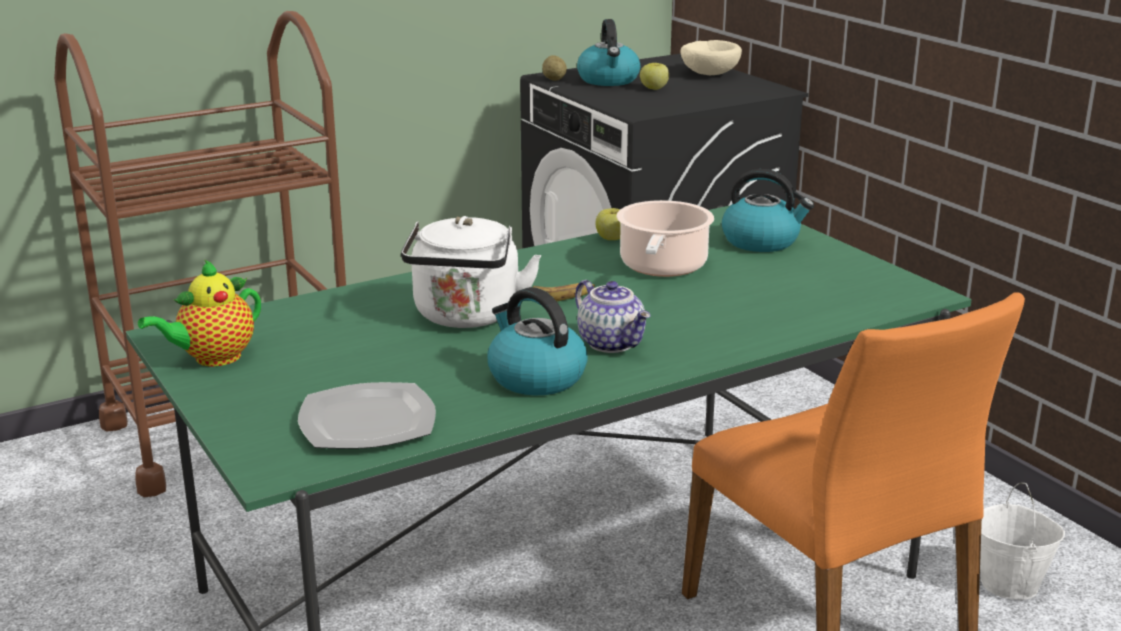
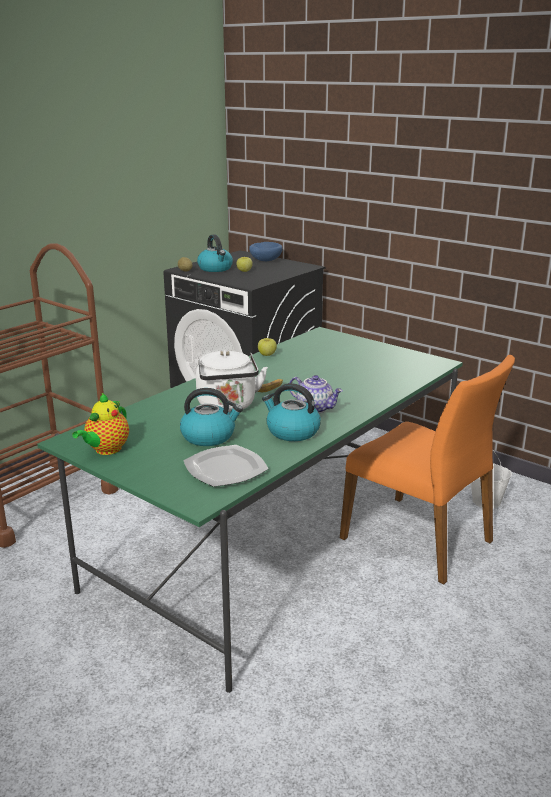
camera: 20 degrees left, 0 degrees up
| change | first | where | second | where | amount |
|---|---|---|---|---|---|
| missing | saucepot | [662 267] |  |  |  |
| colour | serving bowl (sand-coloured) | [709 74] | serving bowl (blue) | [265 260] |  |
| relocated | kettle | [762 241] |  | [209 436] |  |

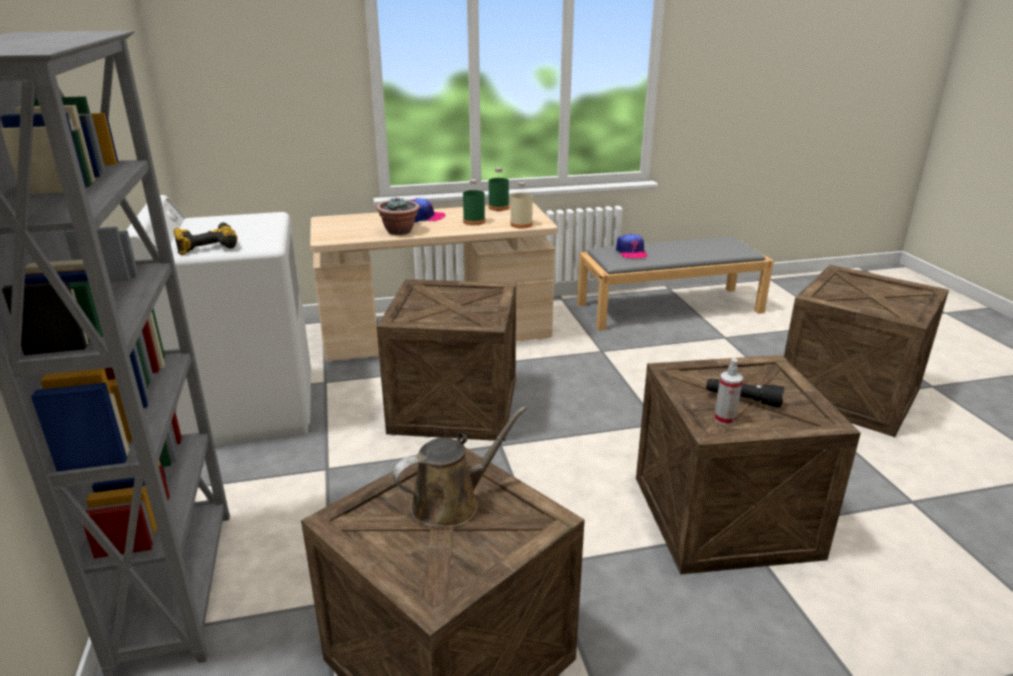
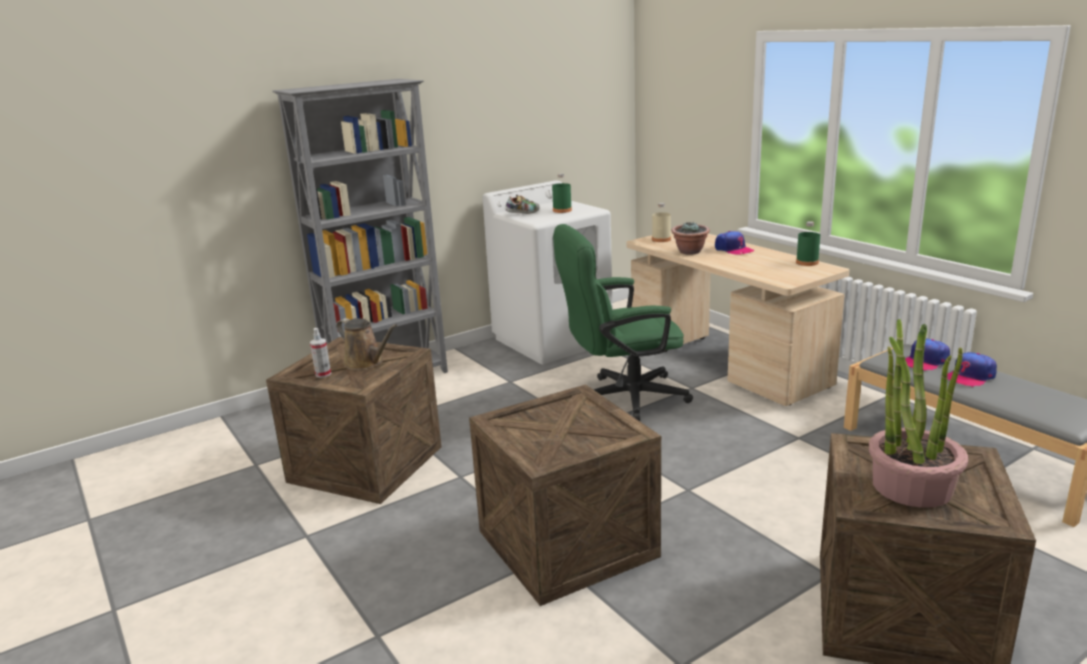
camera: 70 degrees right, 5 degrees down
| change | first | where | second | where | amount |
|---|---|---|---|---|---|
| exchanged | power drill | [207 246] | item of footwear | [522 213] |  |
| exchanged | packing crate | [452 407] | office chair (green) | [622 398] |  |
| relocated | drink bottle (green) | [474 222] |  | [562 210] |  |
| relocated | drink bottle (sand-coloured) | [521 225] |  | [661 239] |  |
| missing | hand torch (blackish) | [742 399] |  |  |  |
| relocated | spray bottle | [724 419] |  | [323 374] |  |
| appeared |  |  | potted plant | [911 486] |  |
| appeared |  |  | baseball cap | [970 376] |  |

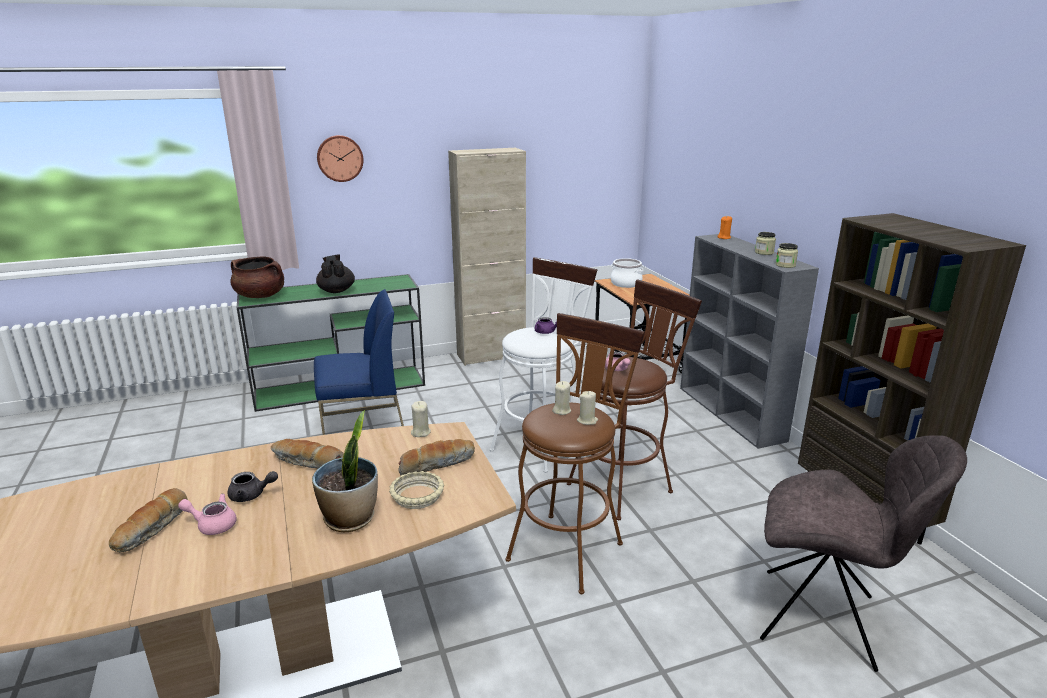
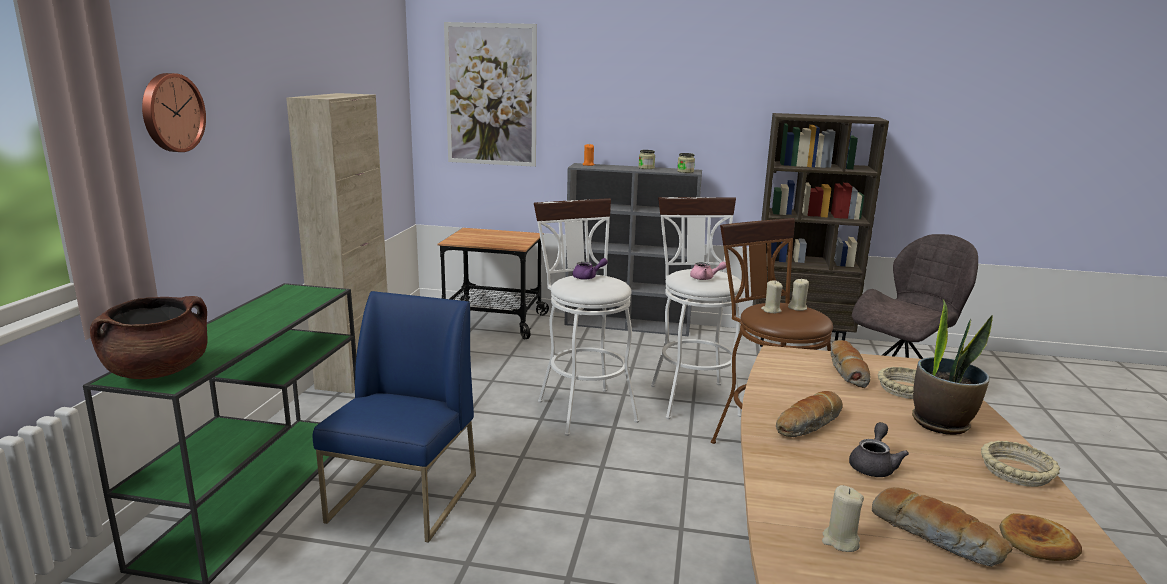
camera: 60 degrees left, 5 degrees down
| change | first | where | second | where | amount |
|---|---|---|---|---|---|
| missing | teapot (pink) | [213 524] |  |  |  |
| missing | teapot (blackish) | [336 291] |  |  |  |
| relocated | wax candle (sand-coloured) | [420 432] |  | [840 541] |  |
| colour | stool (brown) | [625 484] | stool (white-coloured) | [692 396] |  |
| missing | saucepot | [625 284] |  |  |  |
| appeared |  |  | wall picture | [491 95] |  |
| appeared |  |  | serving bowl (sand-coloured) | [1016 471] |  |
| appeared |  |  | baked bread | [1037 542] |  |

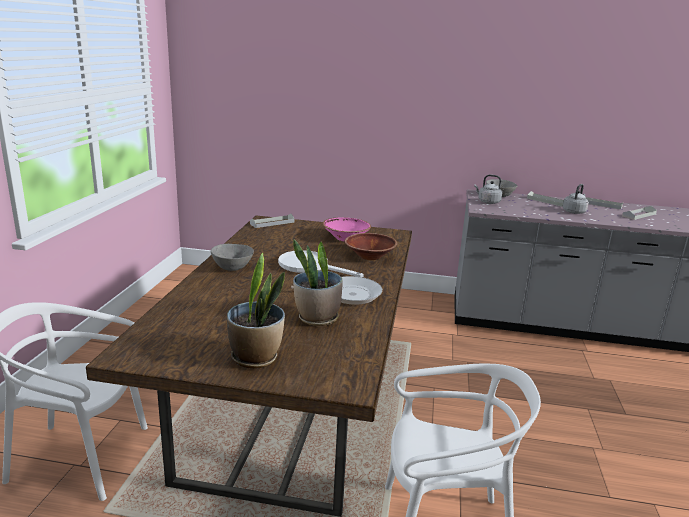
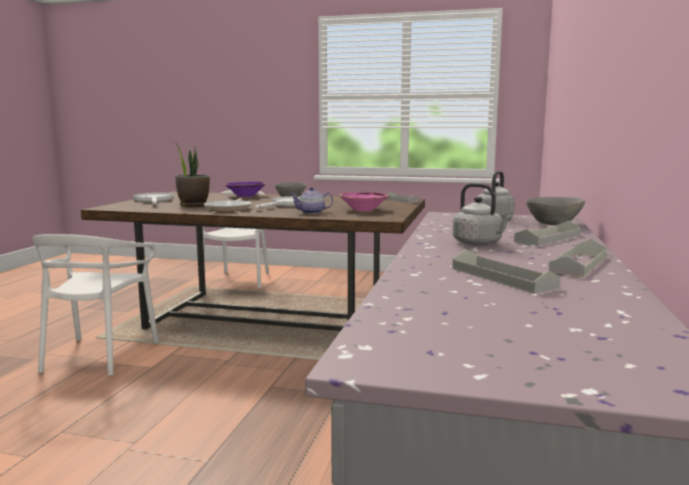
camera: 95 degrees right, 10 degrees down
| change | first | where | second | where | amount |
|---|---|---|---|---|---|
| exchanged | potted plant | [256 358] | frying pan (white-coloured) | [154 200] |  |
| exchanged | serving bowl (brown) | [370 256] | teapot | [312 212] |  |
| appeared |  |  | serving bowl (purple) | [245 196] |  |

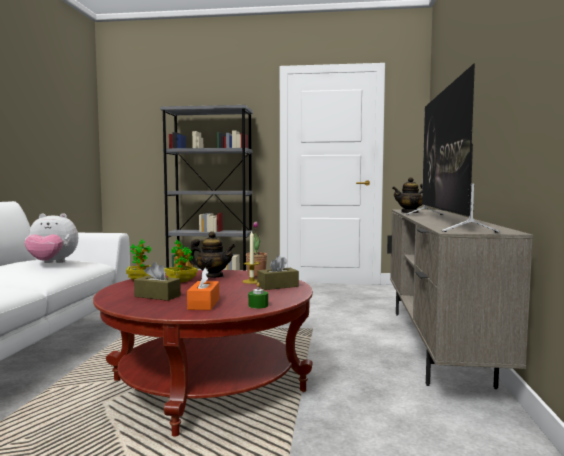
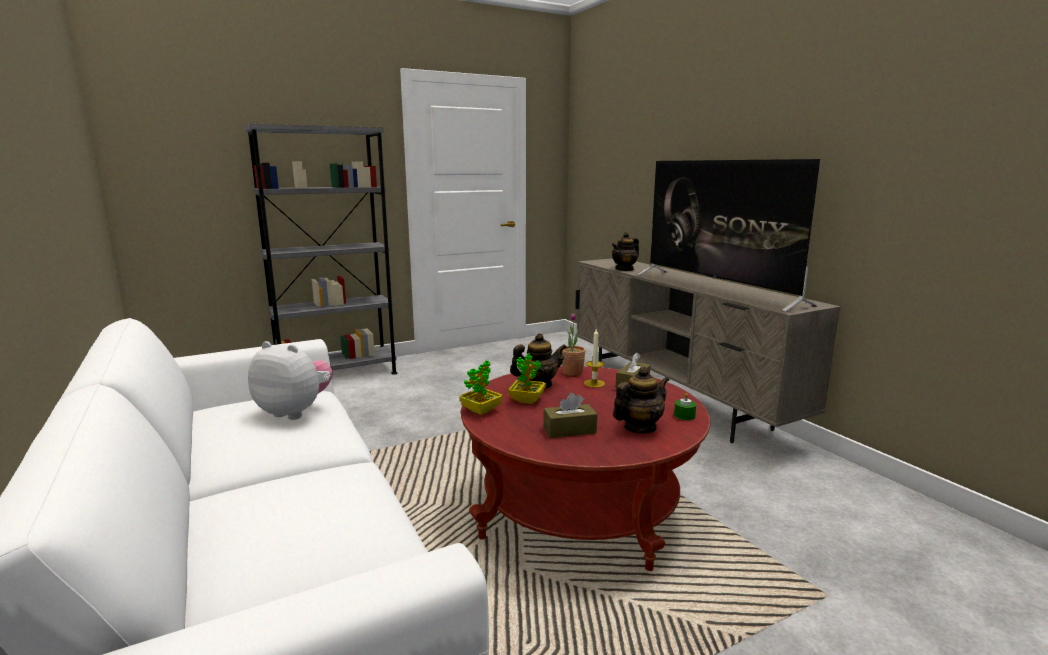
camera: 35 degrees left, 10 degrees up
| change | first | where | second | where | amount |
|---|---|---|---|---|---|
| spun | cuddly toy | [52 263] |  | [295 412] | 120 degrees counterclockwise |
| exchanged | tissue box (orange) | [204 304] | teapot | [639 428] |  |

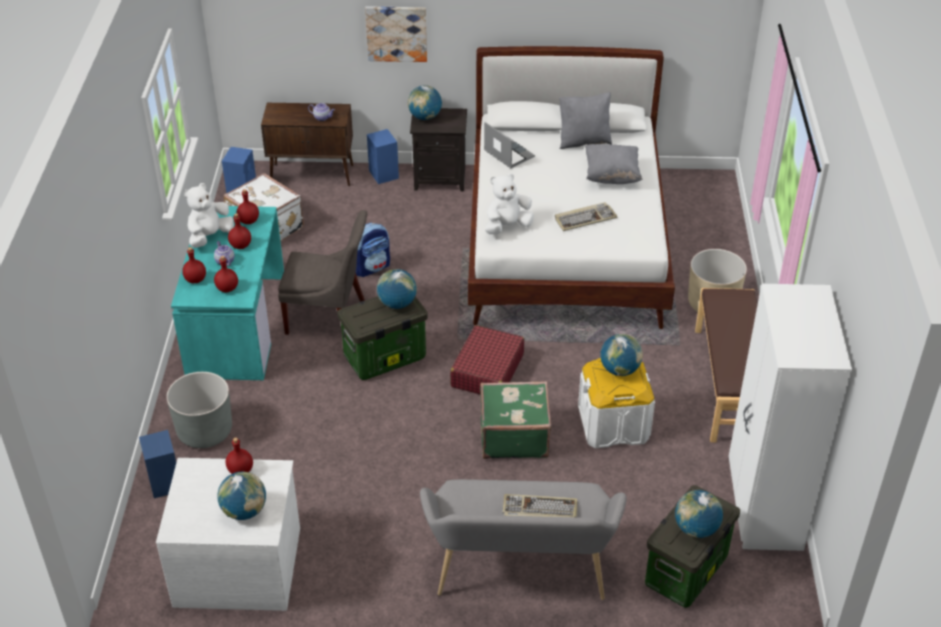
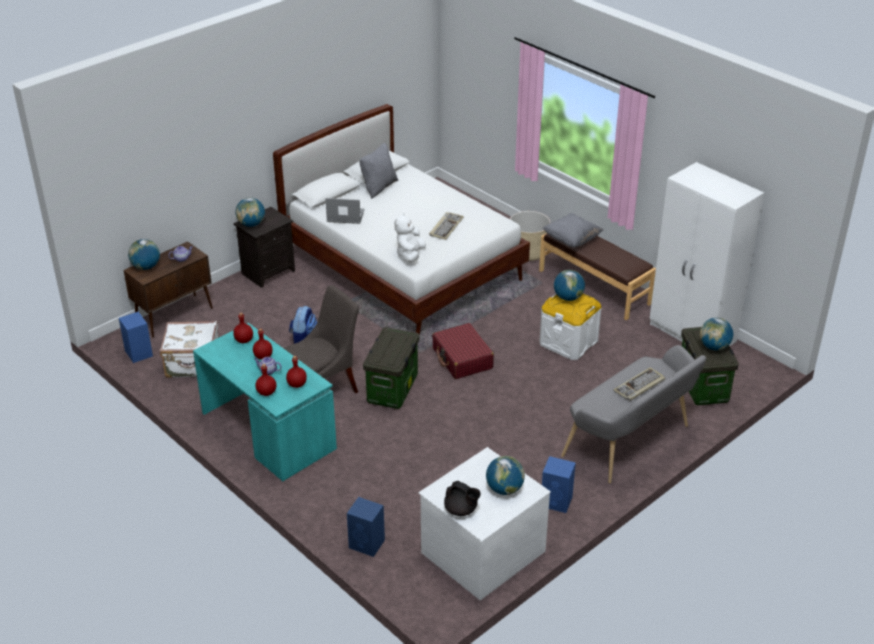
camera: 45 degrees left, 5 degrees down
| change | first | where | second | where | amount |
|---|---|---|---|---|---|
| missing | plant pot (gray) | [205 431] |  |  |  |
| missing | cuddly toy (white-coloured) | [210 236] |  |  |  |
| missing | drink bottle (red-coloured) | [240 471] |  |  |  |
| missing | wall picture | [396 33] |  |  |  |
| relocated | loudspeaker (blue) | [384 175] |  | [557 502] |  |
| relocated | desk globe | [397 304] |  | [146 267] |  |
| missing | piece of luggage (green) | [513 436] |  |  |  |
| relocated | pillow (gray) | [611 176] |  | [571 240] |  |
| appeared |  |  | teapot (blackish) | [461 510] |  |

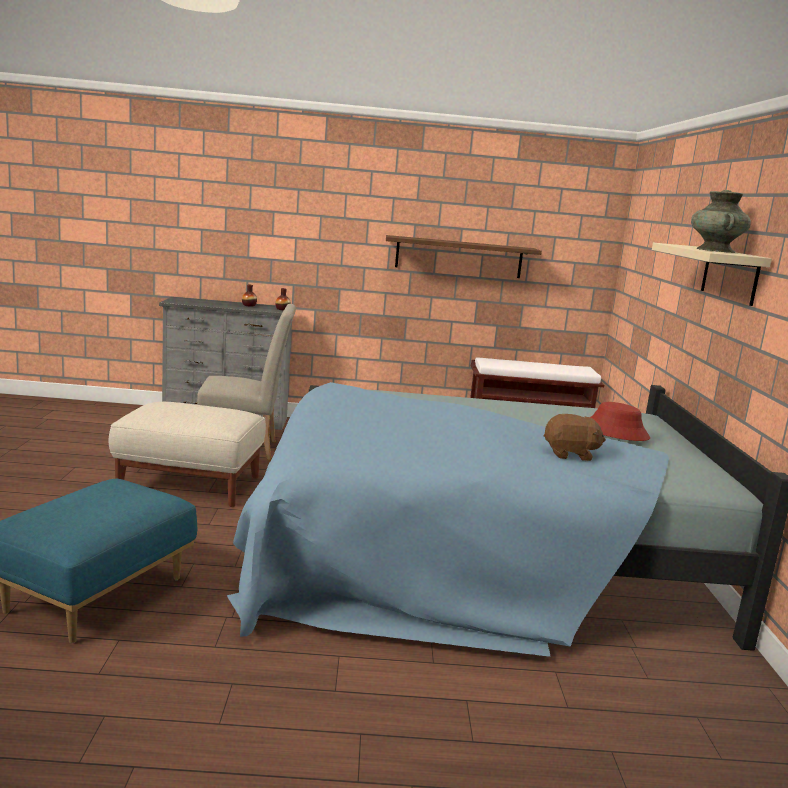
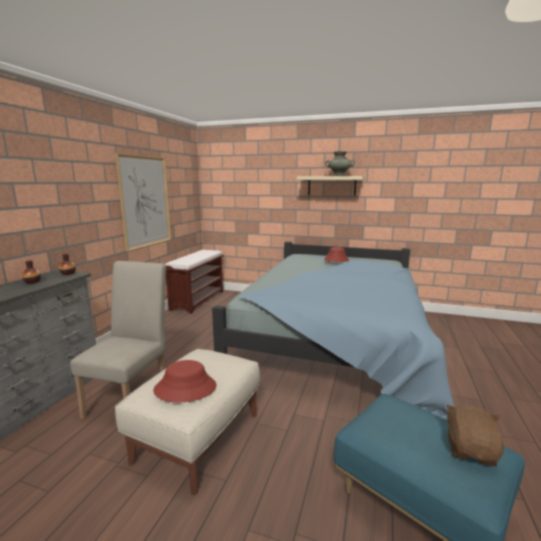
camera: 70 degrees left, 0 degrees up
| change | first | where | second | where | amount |
|---|---|---|---|---|---|
| exchanged | shelf | [459 257] | wall picture | [145 201] |  |
| relocated | cuddly toy (brown) | [570 454] |  | [471 450] |  |
| appeared |  |  | hat (red-coloured) | [185 388] |  |

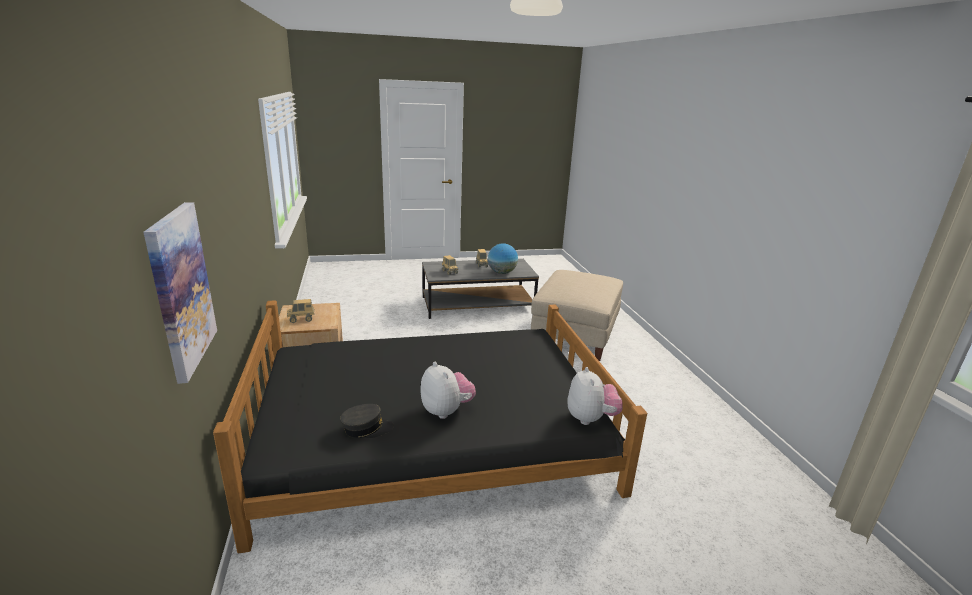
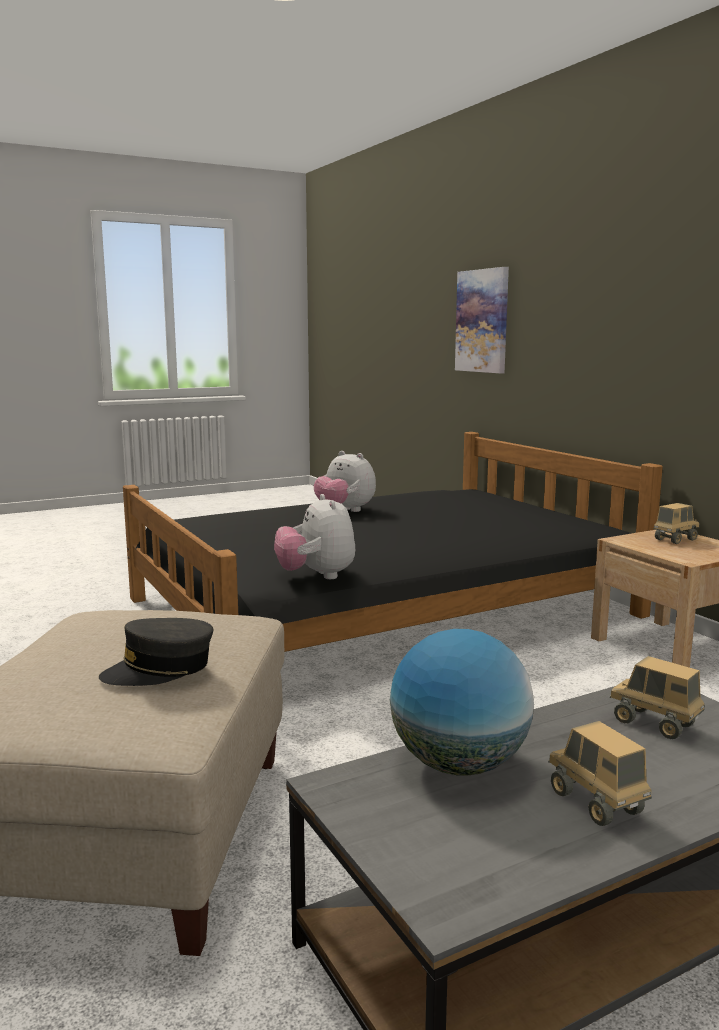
camera: 165 degrees right, 10 degrees down
| change | first | where | second | where | amount |
|---|---|---|---|---|---|
| relocated | baseball cap (gray) | [367 428] |  | [160 669] |  |
| relocated | cuddly toy | [591 418] |  | [316 576] |  |

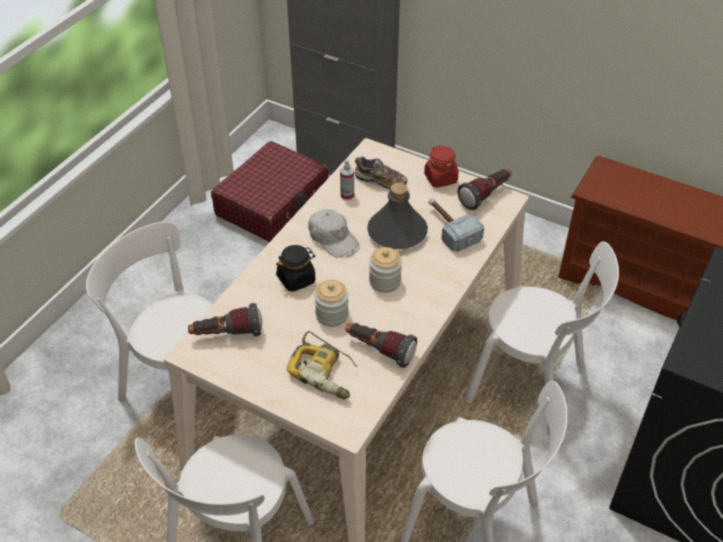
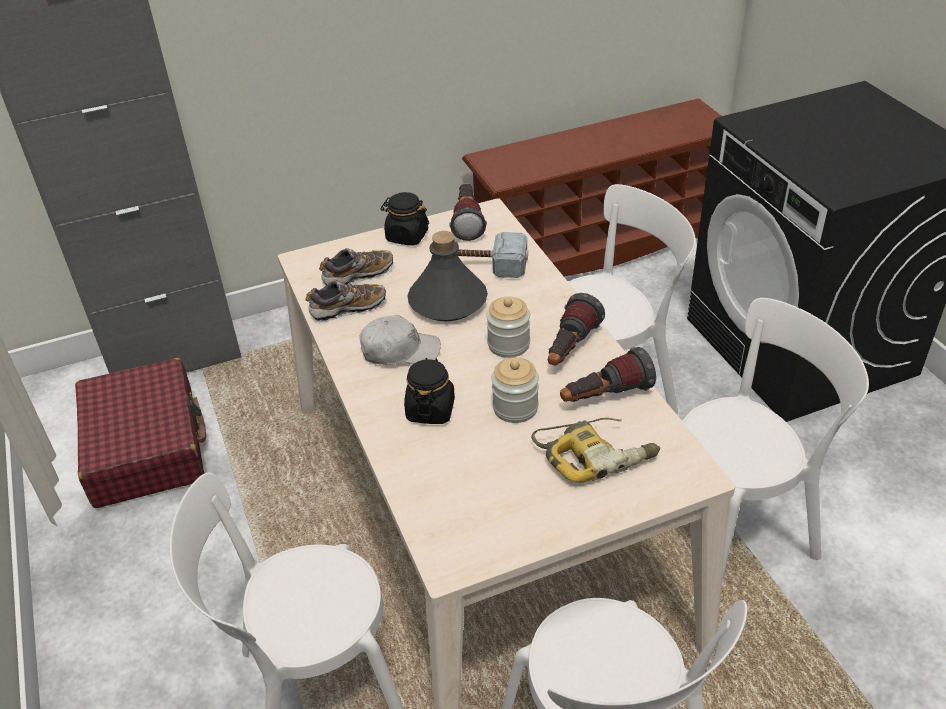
camera: 50 degrees left, 5 degrees down
| change | first | where | second | where | amount |
|---|---|---|---|---|---|
| relocated | hand torch | [227 335] |  | [570 349] |  |
| exchanged | spray bottle | [347 195] | item of footwear | [348 309] |  |
| colour | storage jar (red-coloured) | [440 178] | storage jar (blackish) | [406 236] |  |

